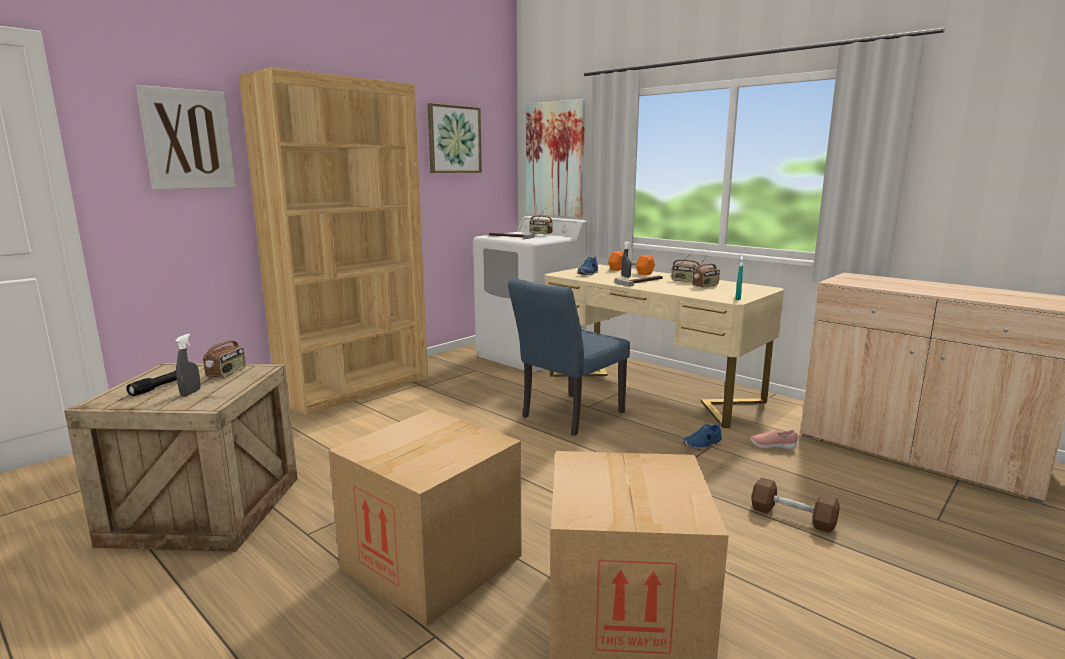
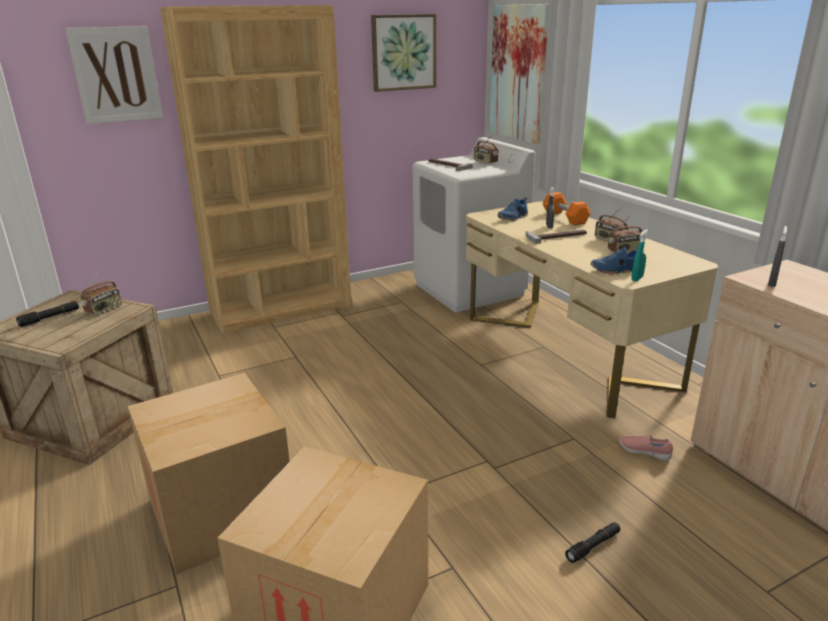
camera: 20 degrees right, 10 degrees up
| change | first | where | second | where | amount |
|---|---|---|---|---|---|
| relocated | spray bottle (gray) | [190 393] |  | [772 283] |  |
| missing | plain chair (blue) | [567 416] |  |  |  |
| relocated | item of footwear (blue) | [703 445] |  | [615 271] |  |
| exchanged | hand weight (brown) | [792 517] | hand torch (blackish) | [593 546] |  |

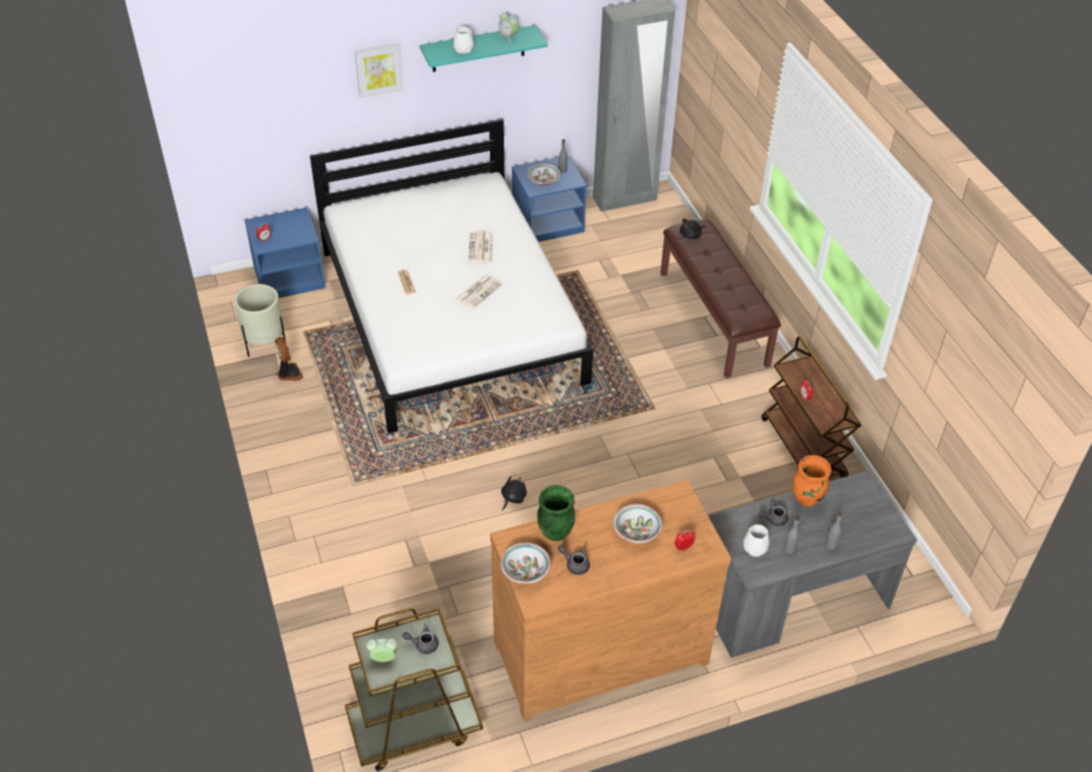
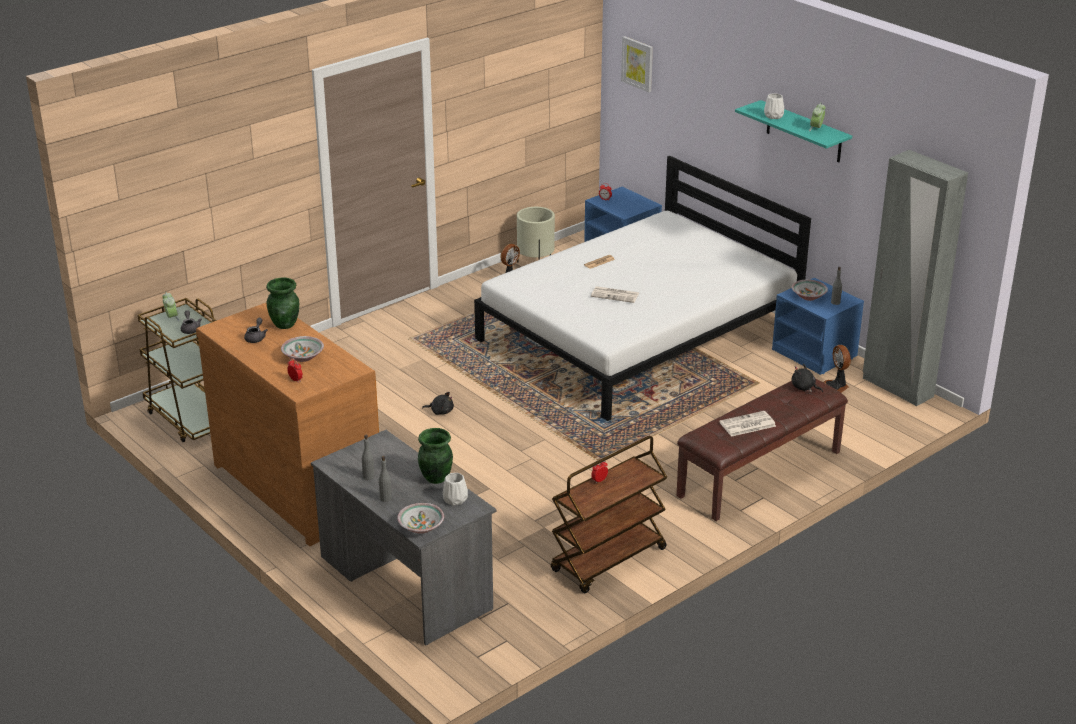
camera: 70 degrees right, 15 degrees down
| change | first | where | second | where | amount |
|---|---|---|---|---|---|
| relocated | wall picture | [379 69] |  | [637 63] |  |
| relocated | printed paper | [481 248] |  | [747 425] |  |
| relocated | serving bowl | [525 570] |  | [421 527] |  |
| relocated | decorative vase (white-coloured) | [755 548] |  | [454 500] |  |
| missing | teapot (gray) | [773 519] |  |  |  |
| colour | decorative vase (orange) | [807 499] | decorative vase (green) | [436 478] |  |
| appeared |  |  | cooling fan | [836 387] |  |

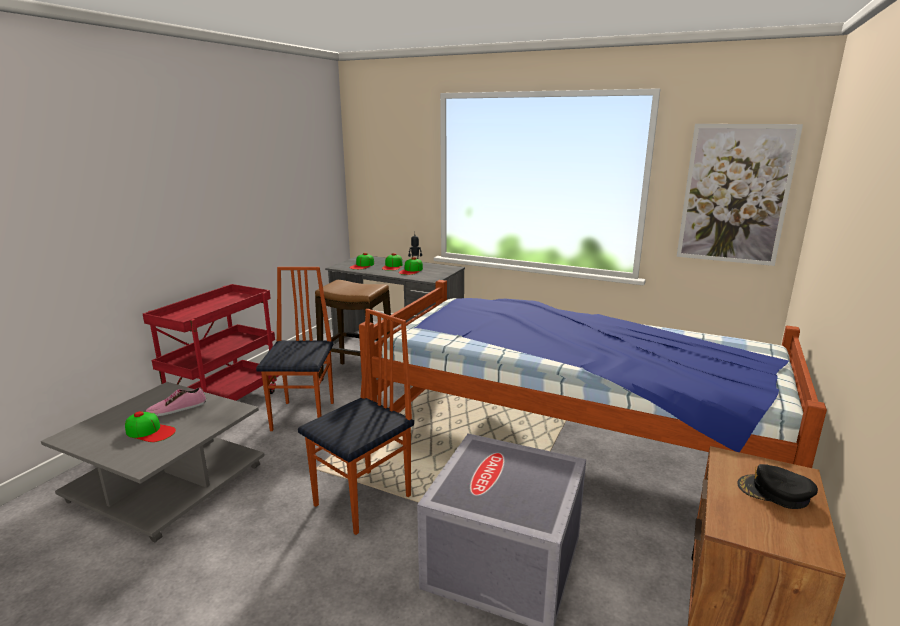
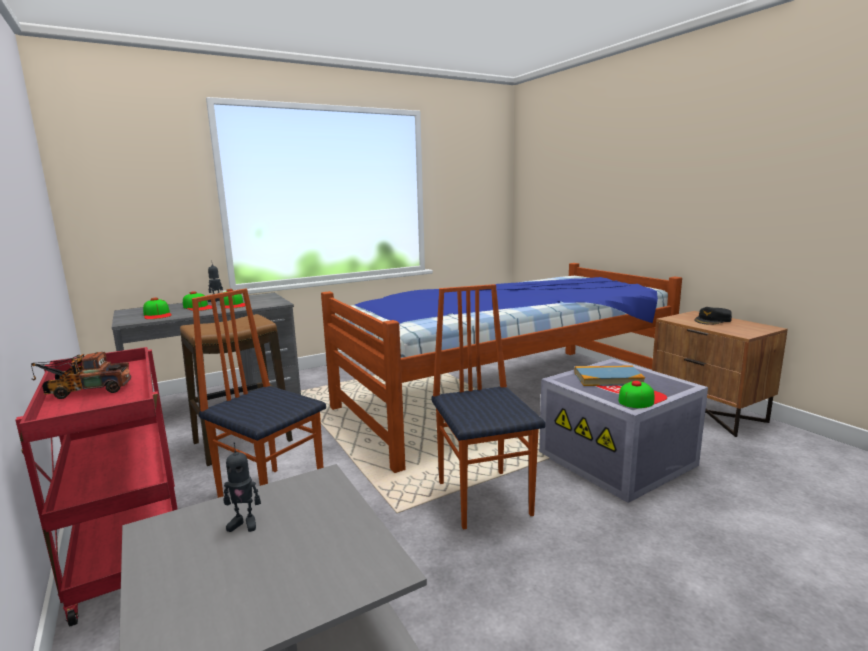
camera: 55 degrees left, 5 degrees down
| change | first | where | second | where | amount |
|---|---|---|---|---|---|
| relocated | baseball cap | [150 431] |  | [641 398] |  |
| exchanged | item of footwear | [177 408] | toy robot | [244 524] |  |
| missing | wall picture | [735 195] |  |  |  |
| appeared |  |  | model truck | [84 391] |  |
| appeared |  |  | book | [608 378] |  |

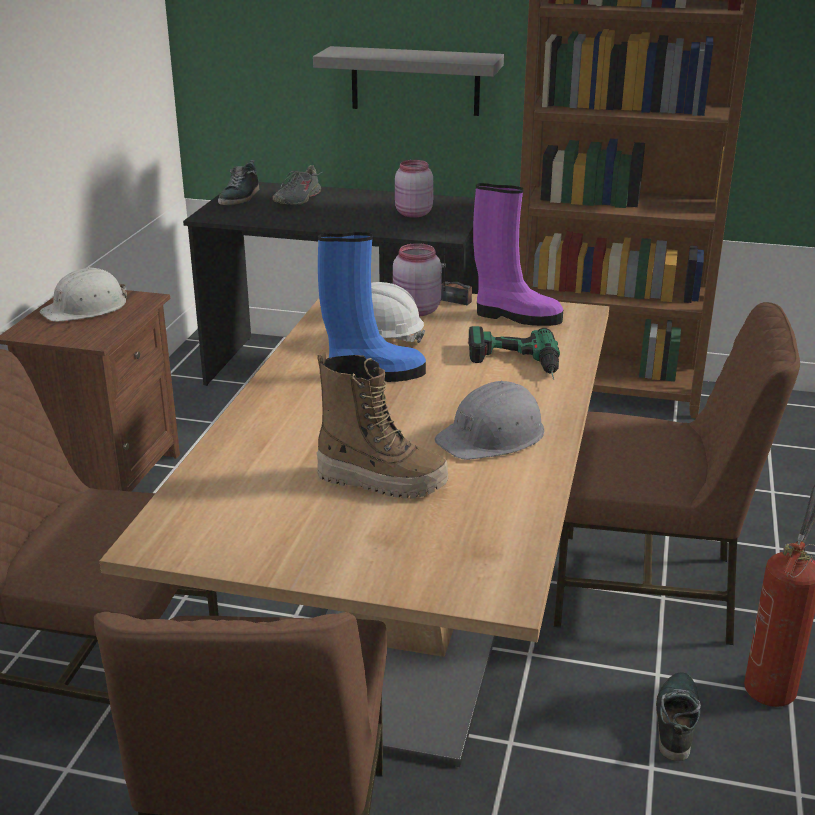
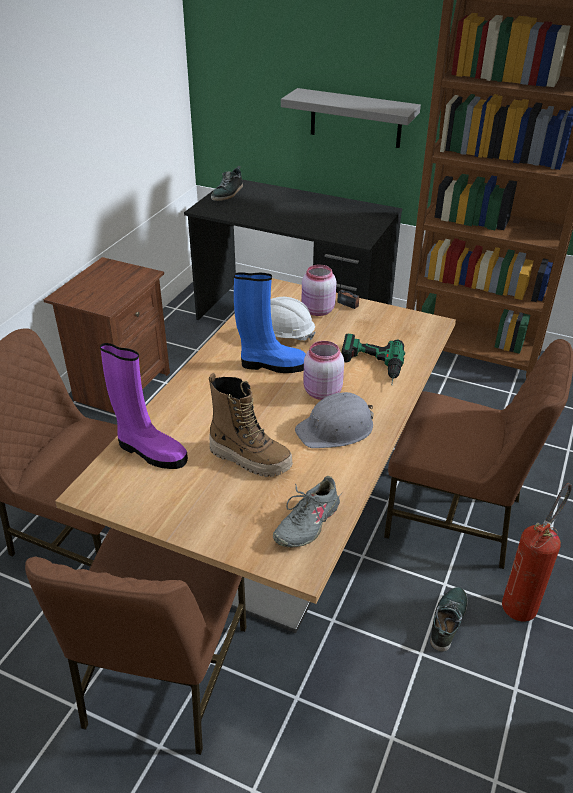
camera: 10 degrees right, 10 degrees up
| change | first | where | second | where | amount |
|---|---|---|---|---|---|
| missing | safety helmet (white-coloured) | [86 308] |  |  |  |
| relocated | item of footwear (gray) | [297 199] |  | [306 523] |  |
| relocated | storage jar (pink) | [413 214] |  | [321 392] |  |
| relocated | boot (purple) | [516 316] |  | [150 452] |  |

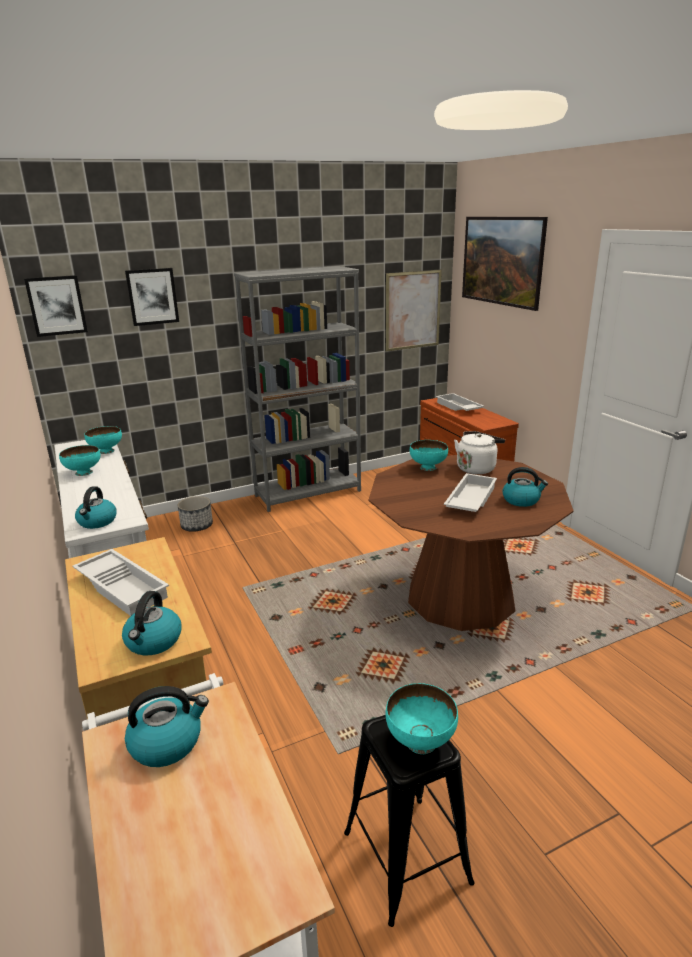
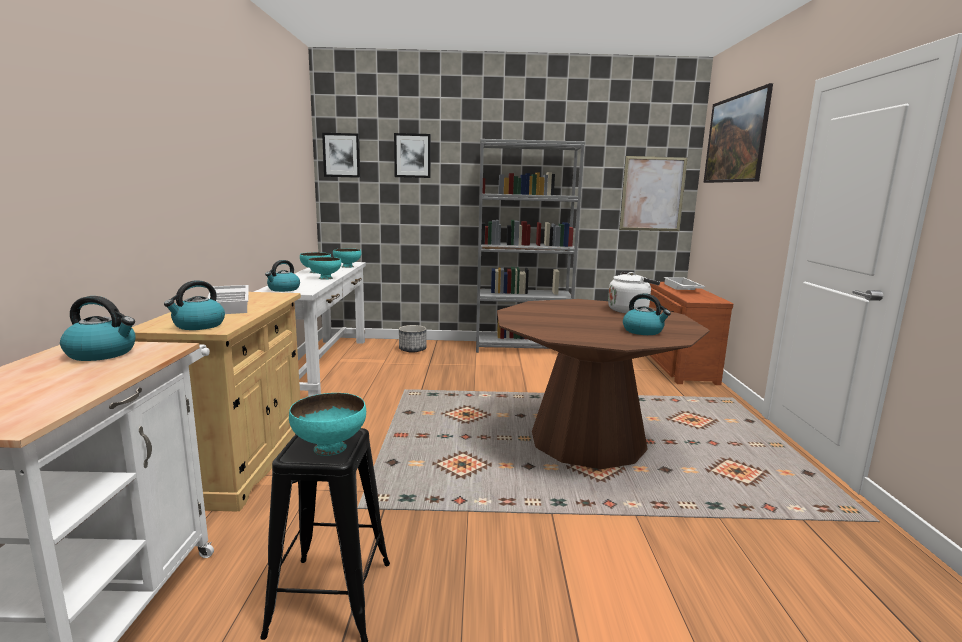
camera: 25 degrees right, 10 degrees down
| change | first | where | second | where | amount |
|---|---|---|---|---|---|
| relocated | serving bowl (blue-green) | [427 467] |  | [325 278] |  |
| missing | tray (white-coloured) | [469 499] |  |  |  |

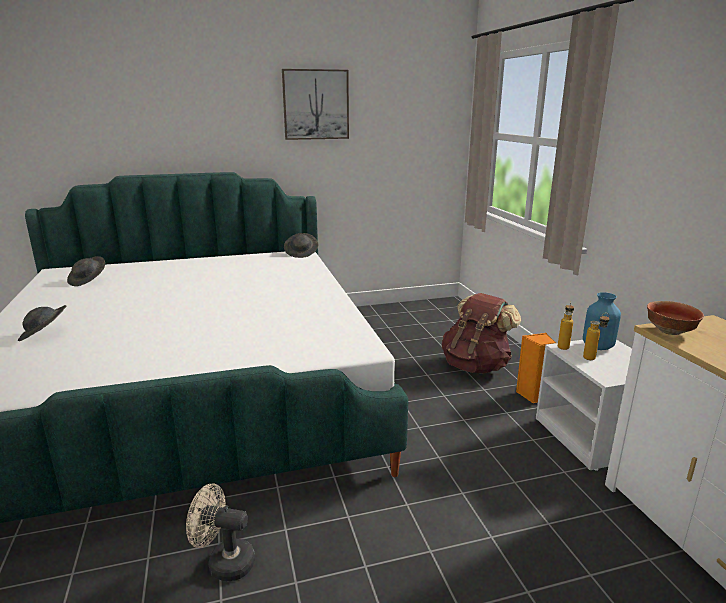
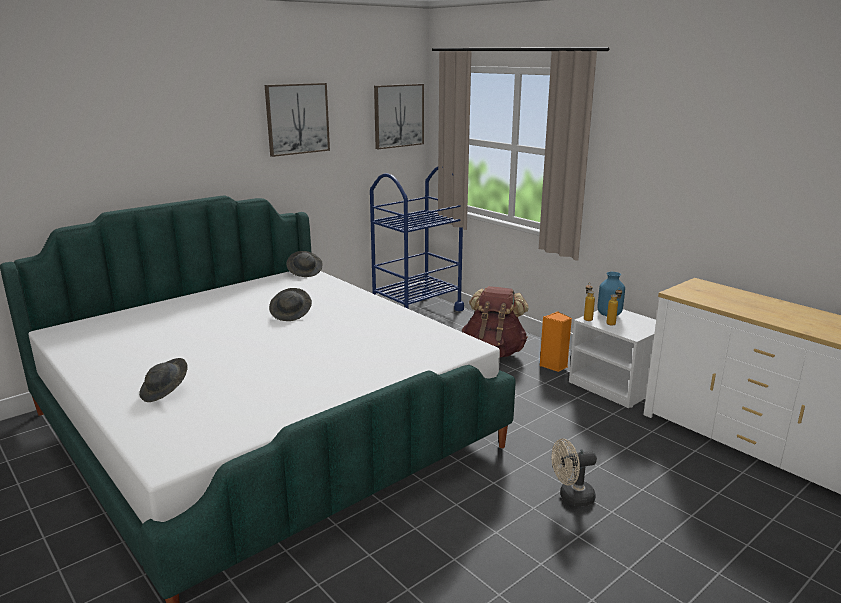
camera: 25 degrees left, 0 degrees up
| change | first | where | second | where | amount |
|---|---|---|---|---|---|
| relocated | hat (gray) | [88 280] |  | [291 314] |  |
| relocated | cooling fan (sand-coloured) | [224 562] |  | [571 497] |  |
| missing | serving bowl | [670 331] |  |  |  |
| appeared |  |  | cart (blue) | [417 311] |  |
| appeared |  |  | wall picture | [398 115] |  |

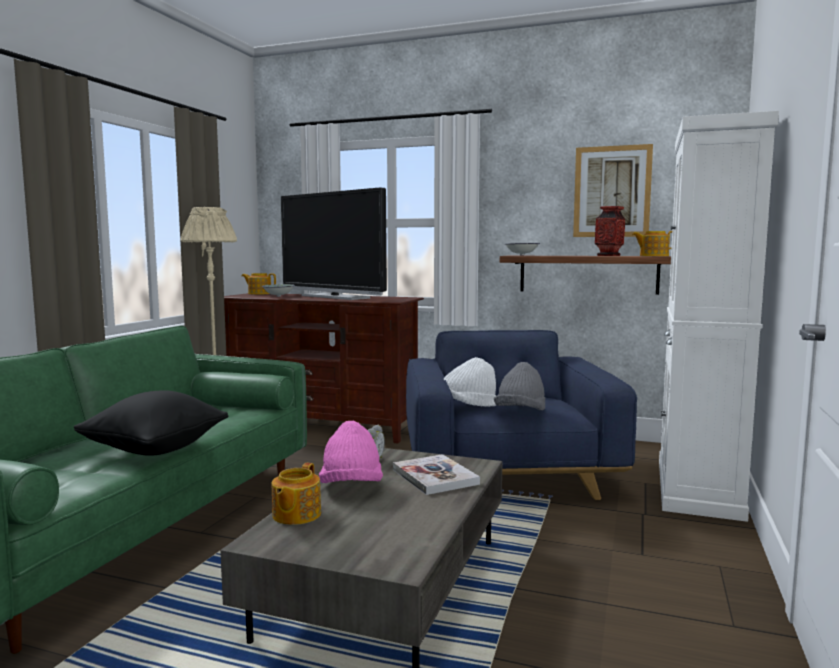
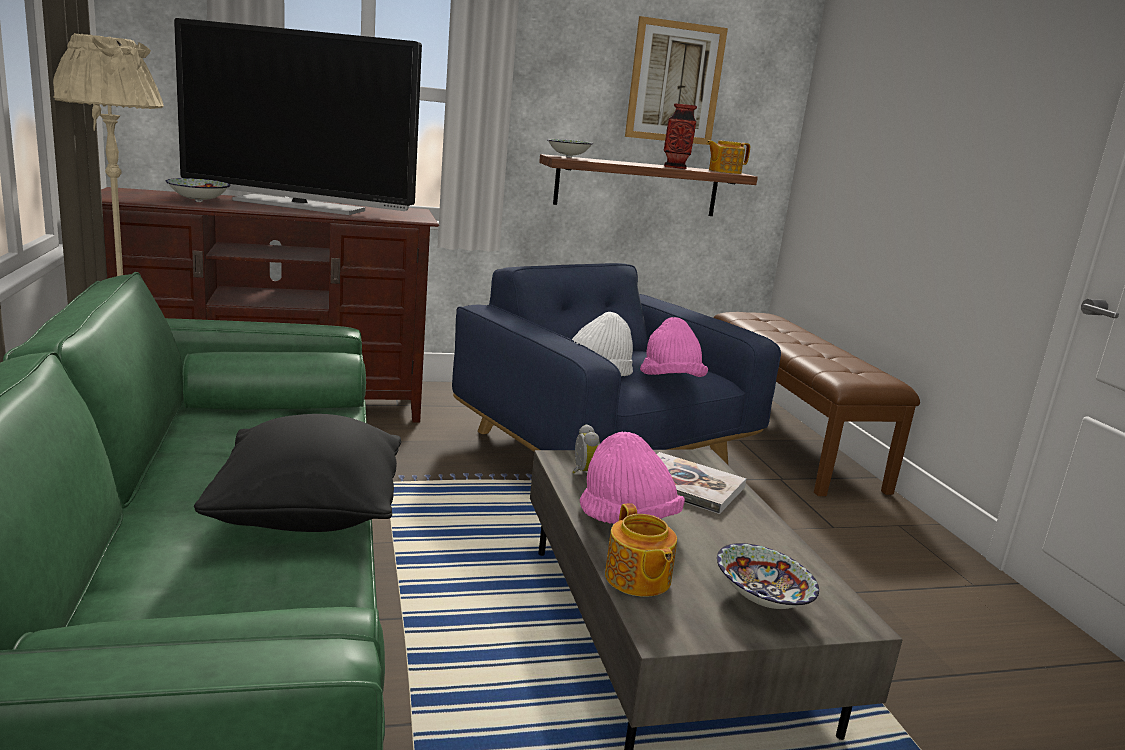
camera: 35 degrees left, 10 degrees up
| change | first | where | second | where | amount |
|---|---|---|---|---|---|
| missing | teapot | [259 293] |  |  |  |
| colour | hat (gray) | [520 413] | hat (pink) | [670 381] |  |
| exchanged | cabinet (white-coloured) | [698 488] | indoor bench (brown) | [787 439] |  |
| appeared |  |  | serving bowl | [760 599] |  |

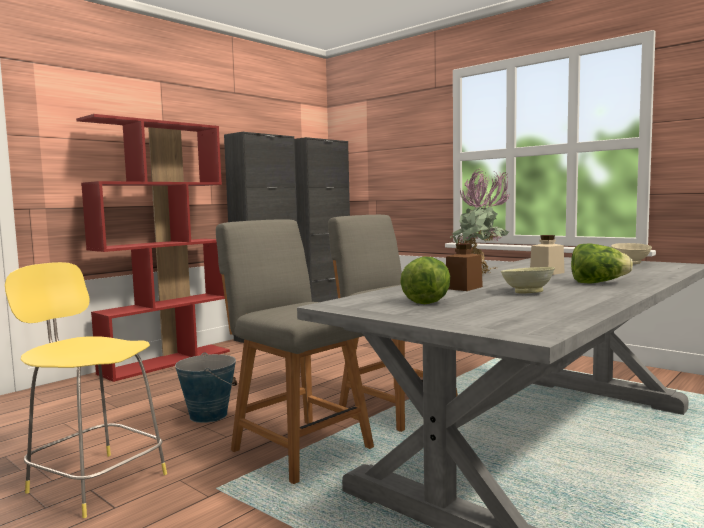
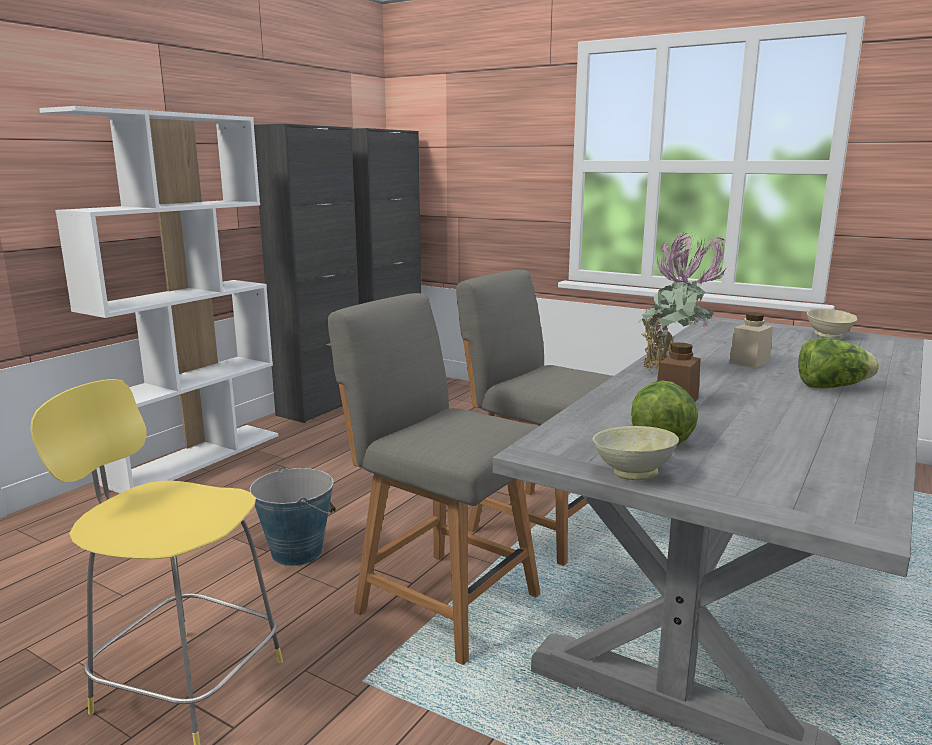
camera: 10 degrees left, 10 degrees up
| change | first | where | second | where | amount |
|---|---|---|---|---|---|
| colour | bookshelf (red-coloured) | [167 362] | bookshelf (white-coloured) | [195 458] |  |
| relocated | serving bowl (sand-coloured) | [527 292] |  | [632 472] |  |

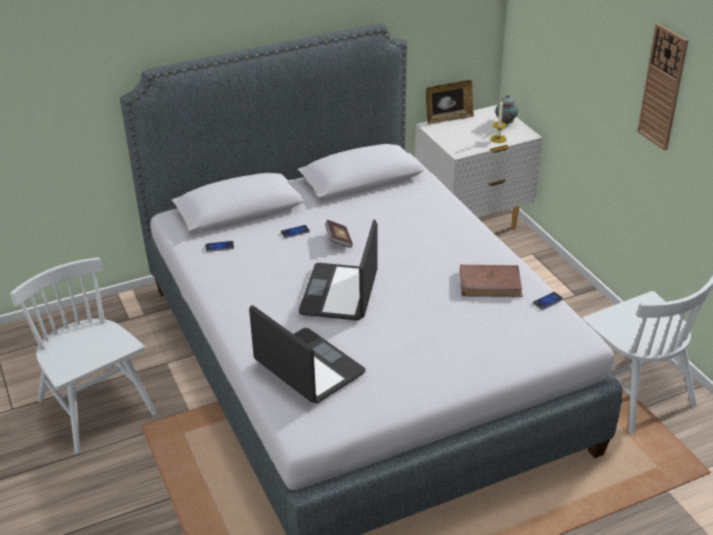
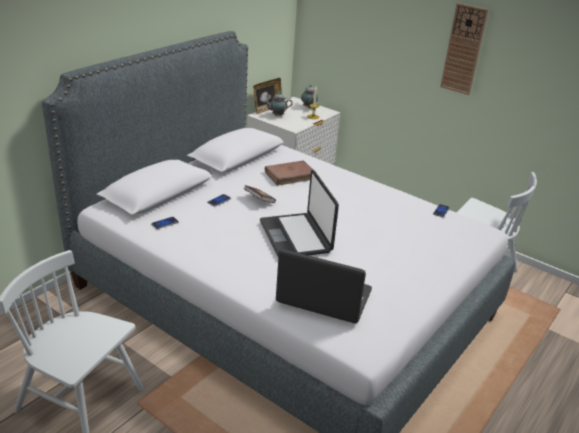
camera: 30 degrees left, 5 degrees down
| change | first | where | second | where | amount |
|---|---|---|---|---|---|
| relocated | book (brown) | [490 284] |  | [290 175] |  |
| appeared |  |  | teapot | [277 115] |  |

